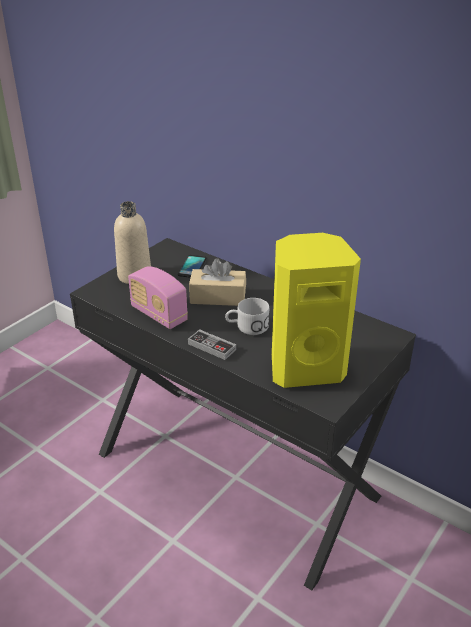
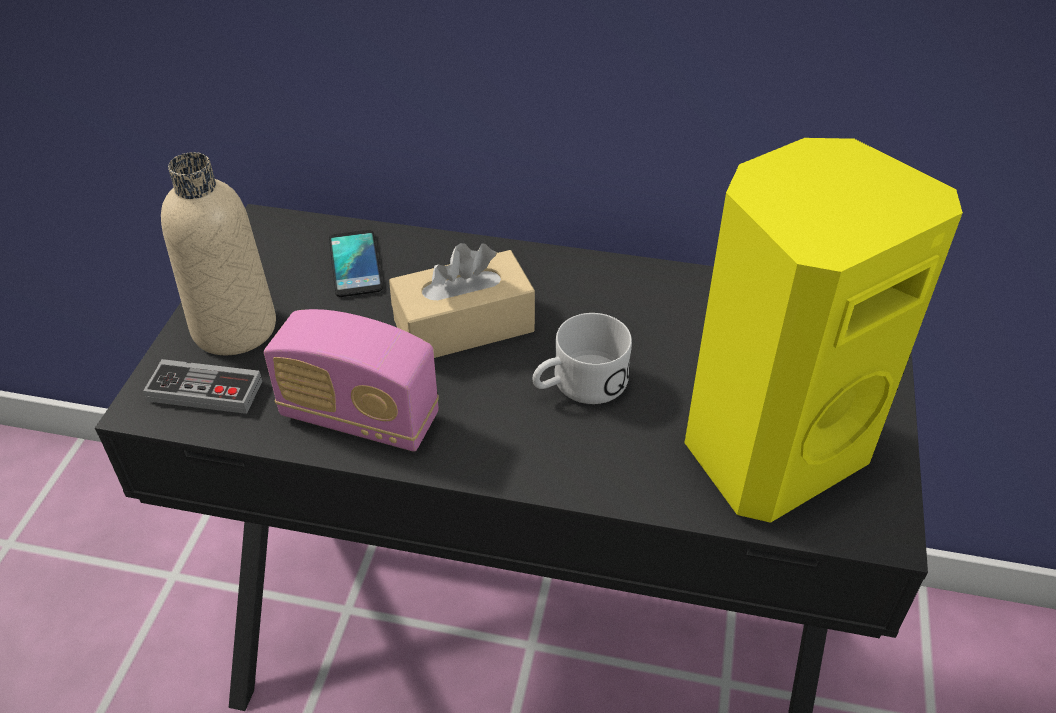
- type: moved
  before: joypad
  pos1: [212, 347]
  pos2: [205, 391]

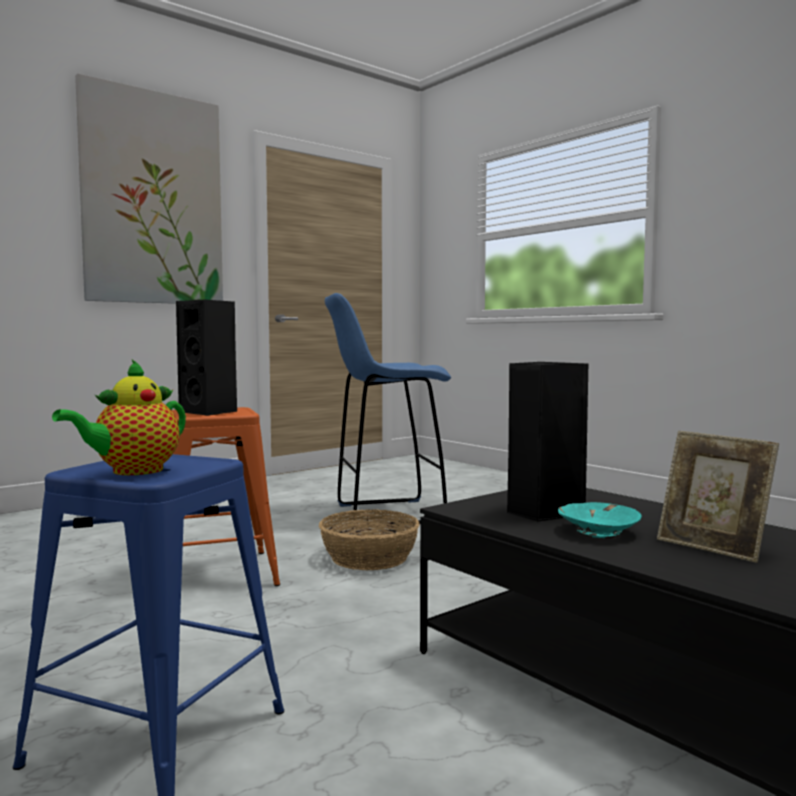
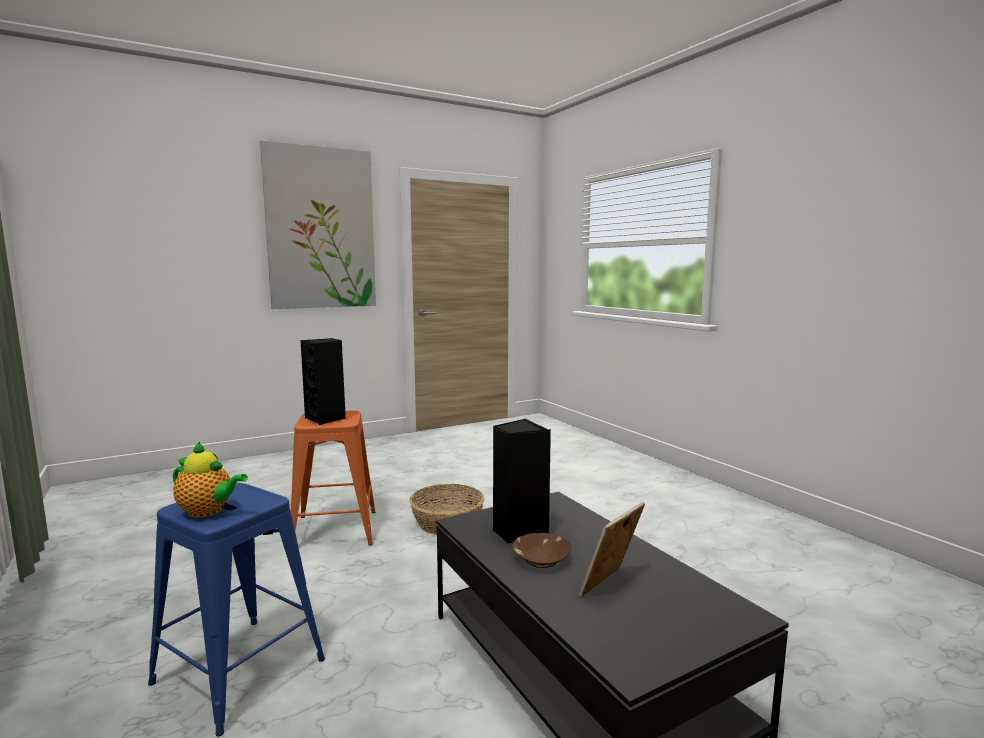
- type: removed
  before: stool/blue-coloured
  pos1: [385, 514]
- type: turned
  before: pot for tea
  pos1: [132, 471]
  pos2: [208, 511]
  turn: -120
- type: turned
  before: standing frame
  pos1: [713, 547]
  pos2: [610, 586]
  turn: 75
- type: recoloured
  before: serving bowl/blue-green
  after: serving bowl/brownish
  pos1: [597, 531]
  pos2: [541, 559]

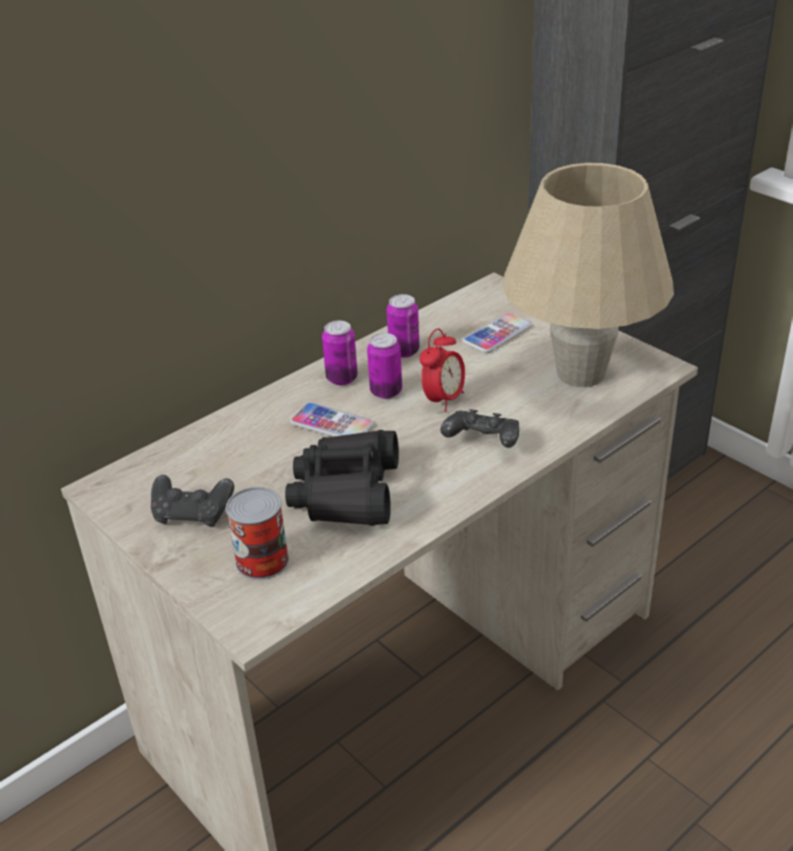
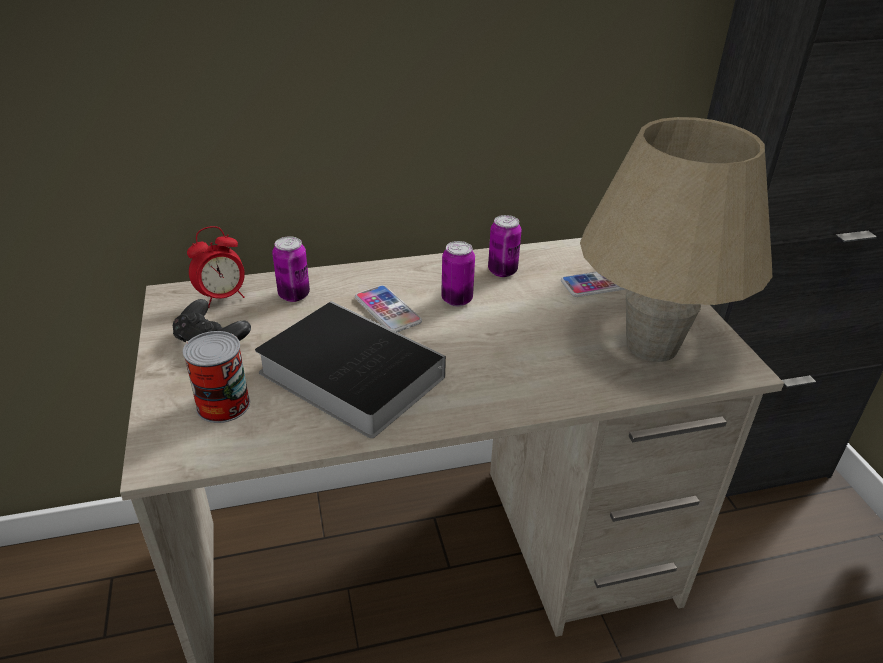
- type: moved
  before: sealed can
  pos1: [342, 378]
  pos2: [294, 295]
- type: moved
  before: table clock
  pos1: [443, 400]
  pos2: [222, 298]
- type: removed
  before: joypad/black
  pos1: [482, 443]
- type: replaced
  before: pair of binoculars/black
  after: volume
  pos1: [346, 492]
  pos2: [345, 373]

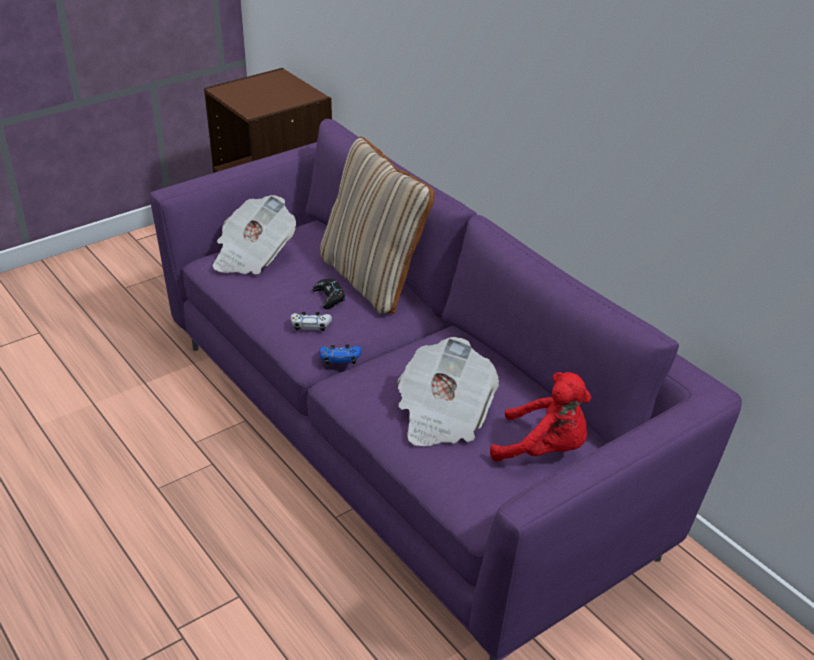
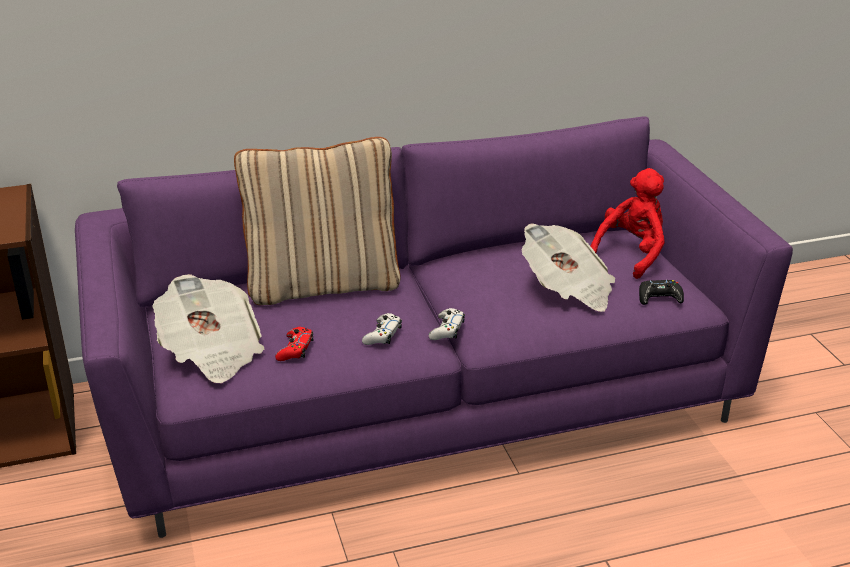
- type: moved
  before: joypad/black
  pos1: [329, 297]
  pos2: [659, 298]
- type: recoloured
  before: joypad/blue-coloured
  after: joypad/white
  pos1: [340, 358]
  pos2: [447, 330]
- type: added
  after: joypad/red
  pos2: [295, 349]

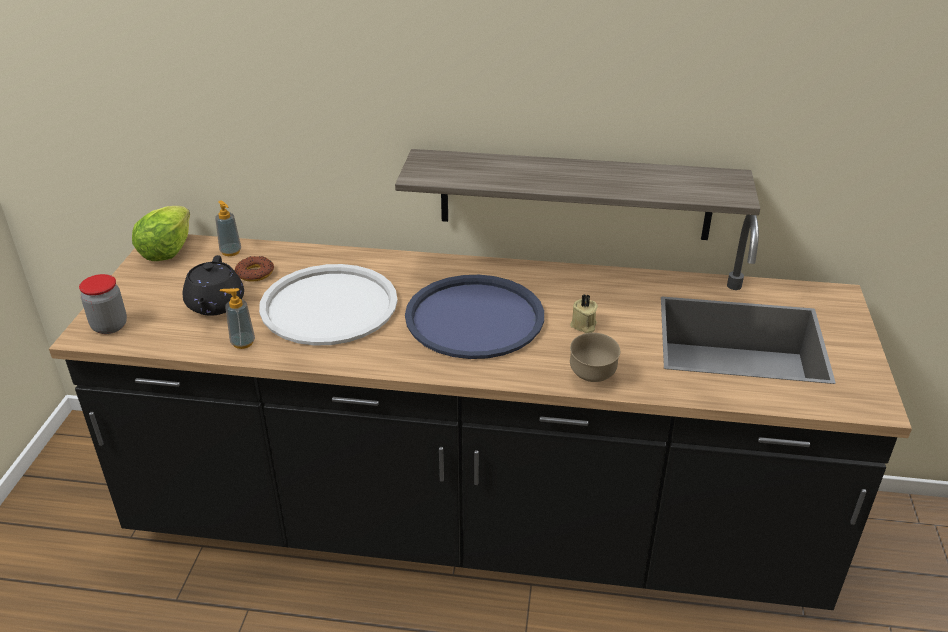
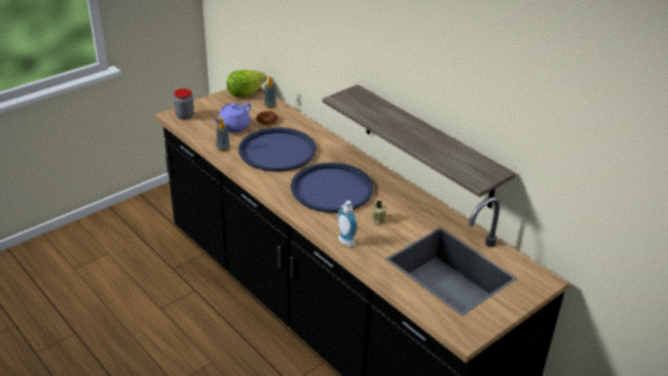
- type: recoloured
  before: pot for tea/black
  after: pot for tea/purplish
  pos1: [215, 305]
  pos2: [233, 127]
- type: recoloured
  before: serving tray/white
  after: serving tray/blue-coloured
  pos1: [329, 306]
  pos2: [277, 151]
- type: replaced
  before: serving bowl/brownish
  after: soap bottle
  pos1: [592, 377]
  pos2: [344, 243]

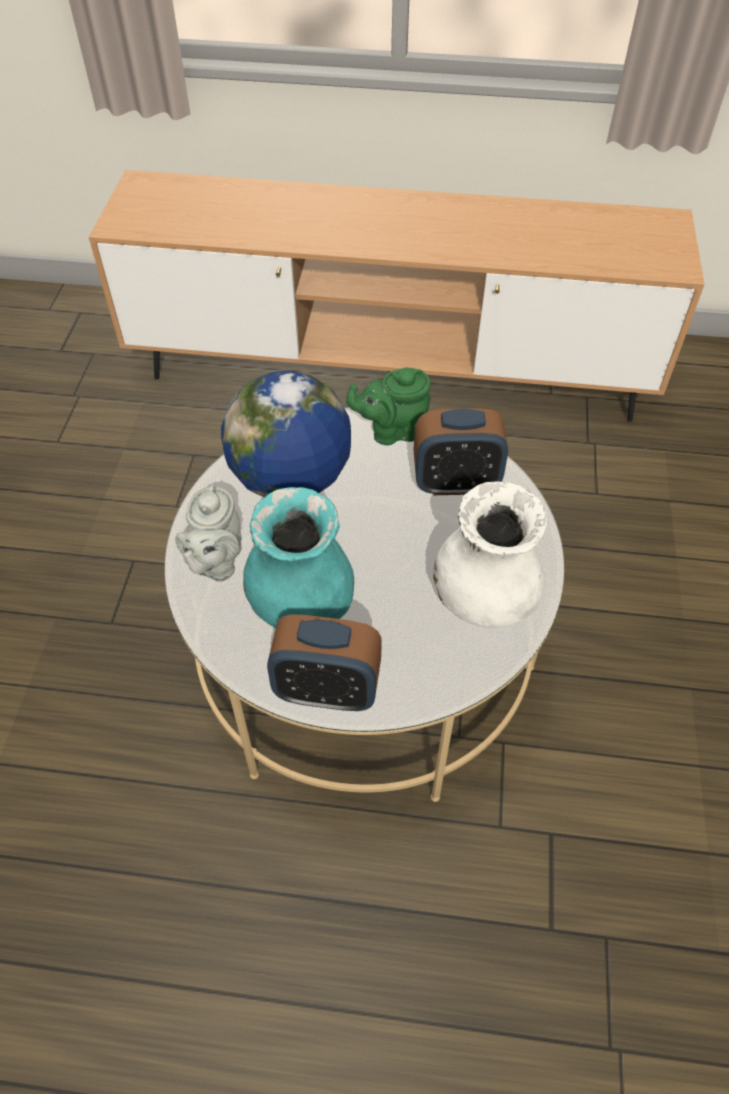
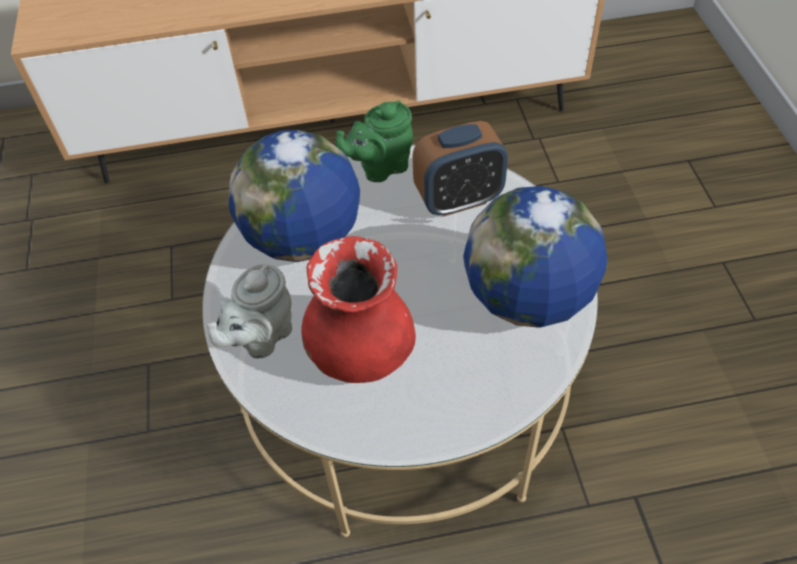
- type: replaced
  before: decorative vase/white
  after: desk globe
  pos1: [484, 599]
  pos2: [528, 298]
- type: turned
  before: pot for tea/grey
  pos1: [216, 562]
  pos2: [261, 337]
  turn: 45
- type: recoloured
  before: decorative vase/blue-green
  after: decorative vase/red
  pos1: [301, 604]
  pos2: [361, 353]
- type: removed
  before: table clock
  pos1: [327, 690]

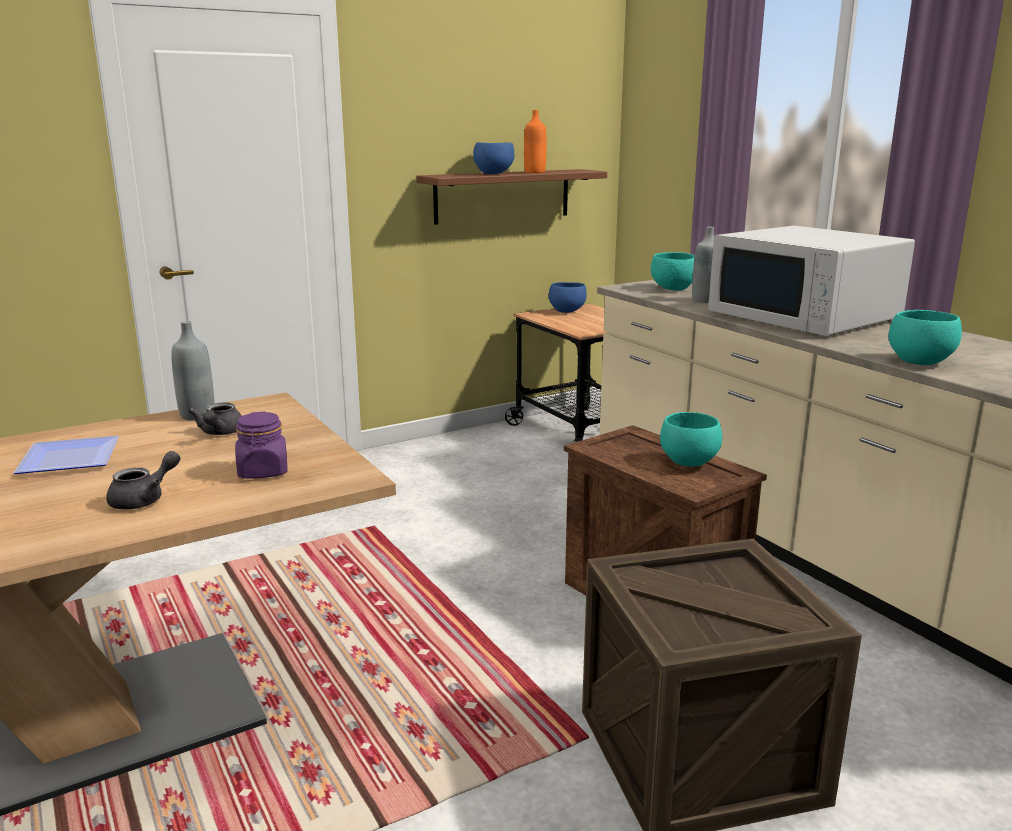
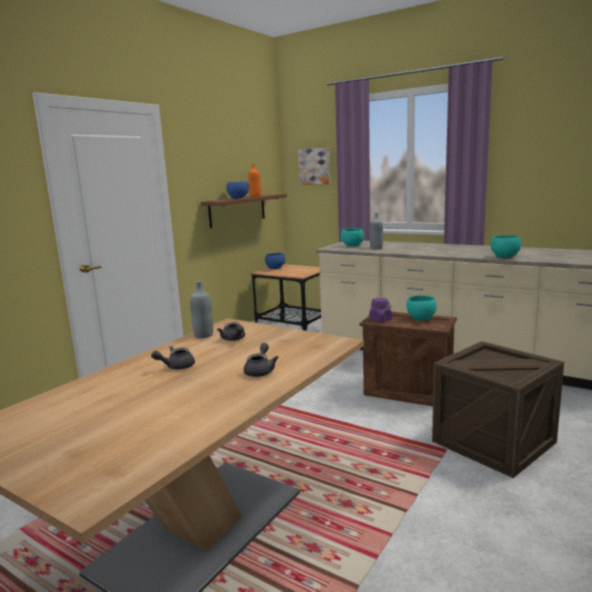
- type: removed
  before: microwave oven/white
  pos1: [804, 317]
- type: moved
  before: preserve jar/purplish
  pos1: [263, 471]
  pos2: [380, 320]
- type: replaced
  before: plate
  after: pot for tea/grey
  pos1: [66, 461]
  pos2: [176, 367]
- type: added
  after: picture
  pos2: [315, 166]

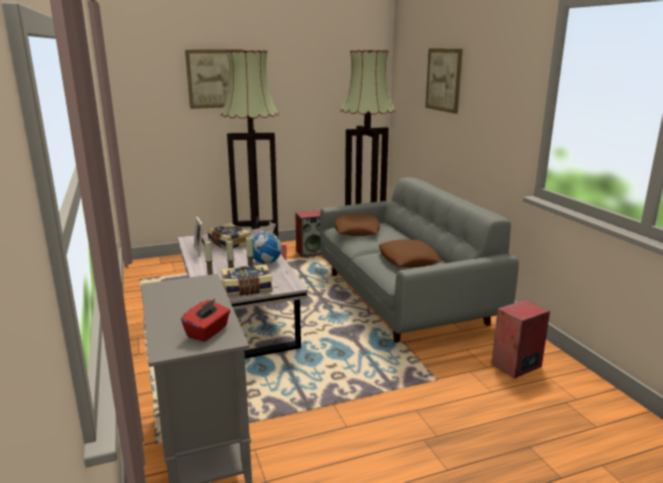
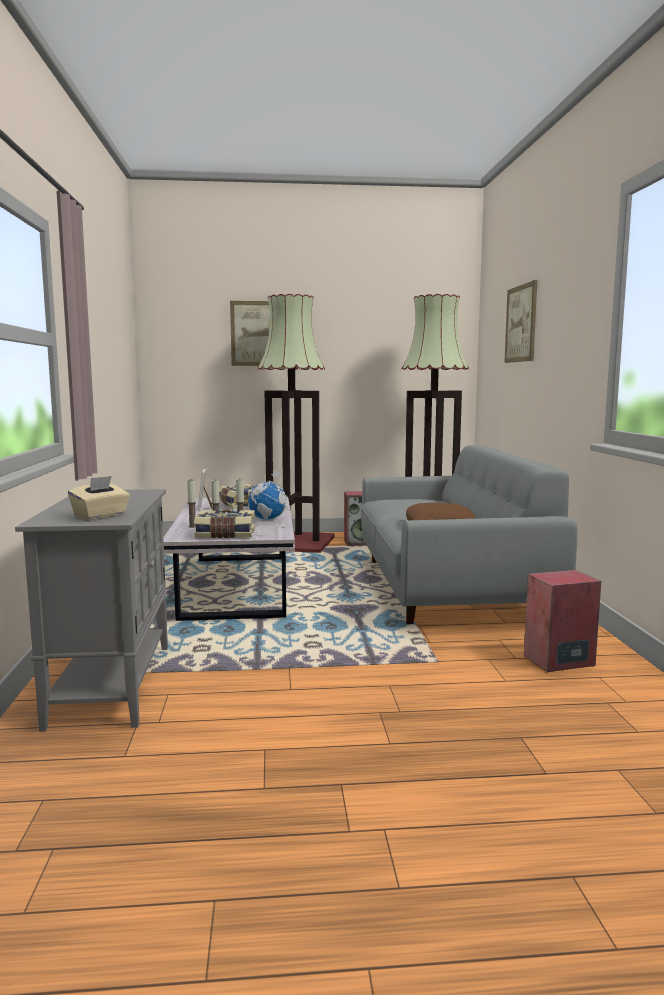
- type: removed
  before: pillow/brownish
  pos1: [357, 230]
- type: recoloured
  before: tissue box/red
  after: tissue box/beige
  pos1: [208, 332]
  pos2: [100, 515]

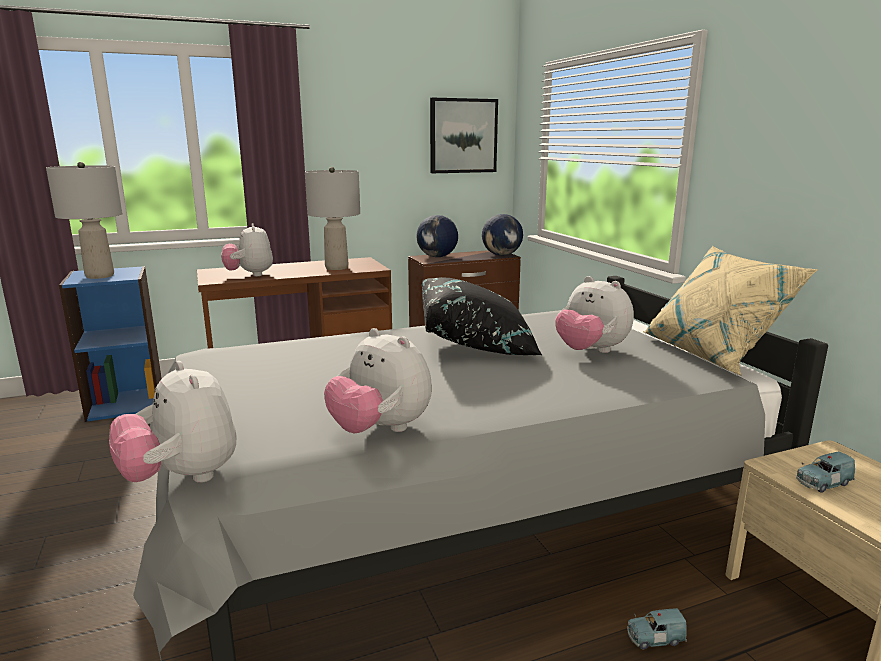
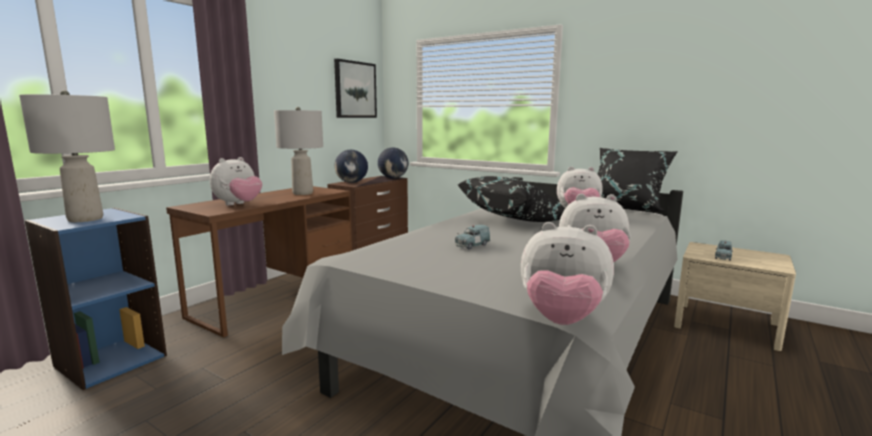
- type: turned
  before: cuddly toy
  pos1: [250, 275]
  pos2: [238, 204]
  turn: -90
- type: recoloured
  before: pillow/beige
  after: pillow/black
  pos1: [713, 354]
  pos2: [625, 207]
- type: moved
  before: miniature car/blue-coloured
  pos1: [654, 638]
  pos2: [472, 245]

